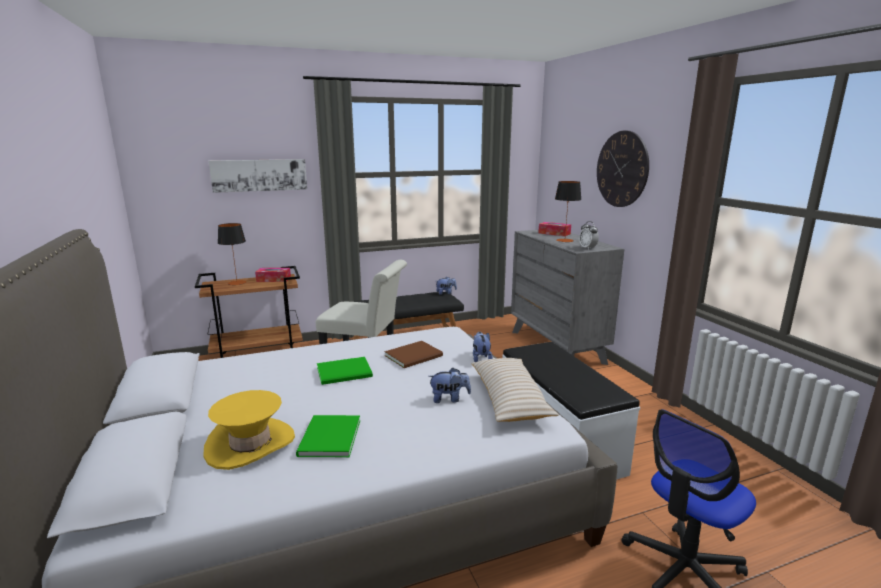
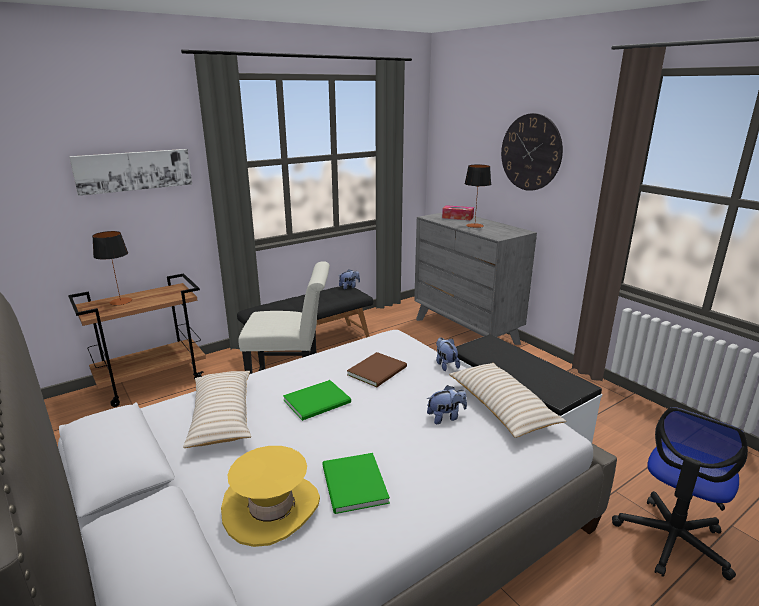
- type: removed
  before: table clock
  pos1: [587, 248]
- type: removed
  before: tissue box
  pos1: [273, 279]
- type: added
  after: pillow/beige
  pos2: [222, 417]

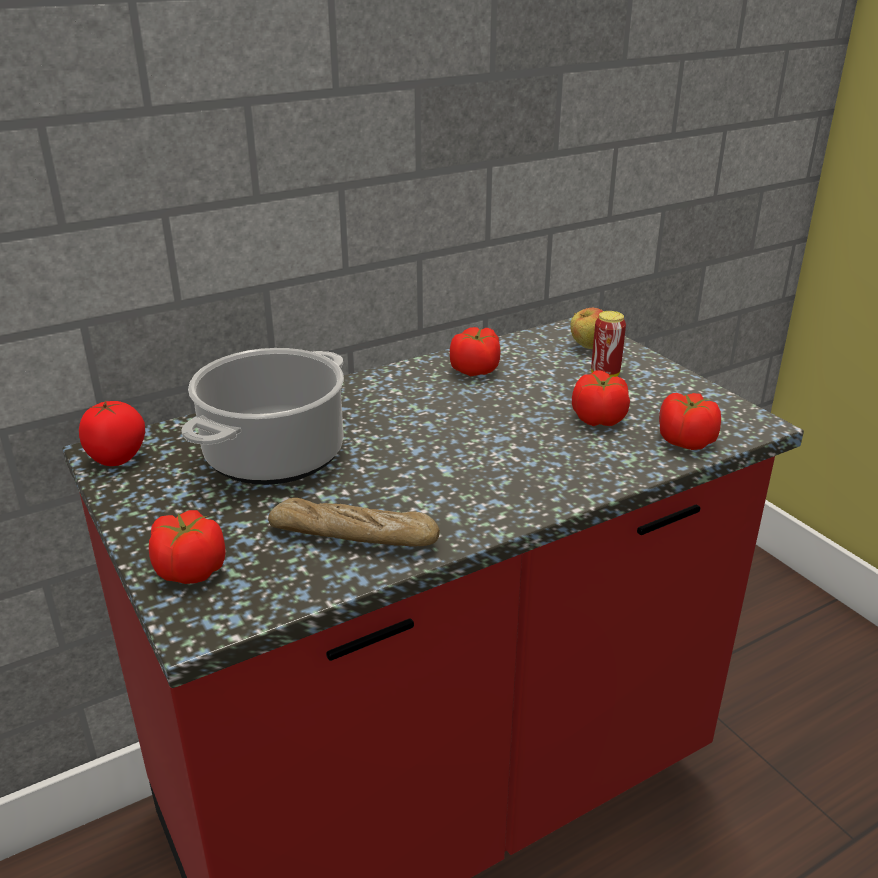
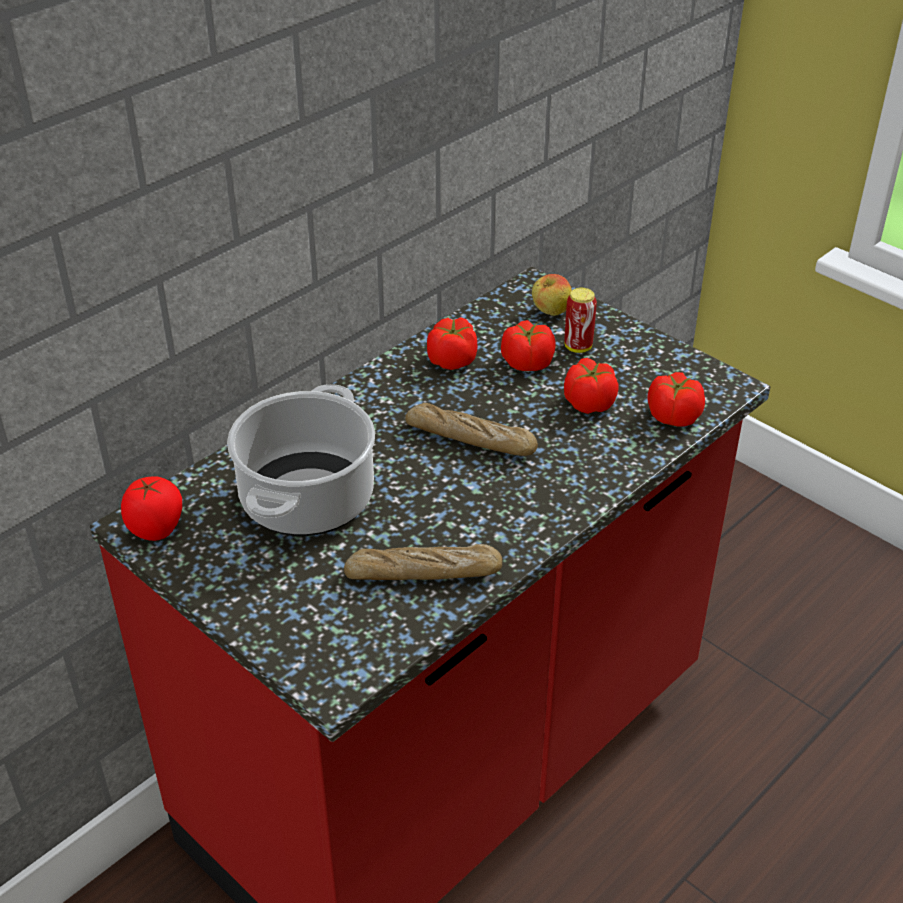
- type: moved
  before: whole tomato
  pos1: [190, 570]
  pos2: [527, 363]
- type: added
  after: baked bread
  pos2: [470, 440]

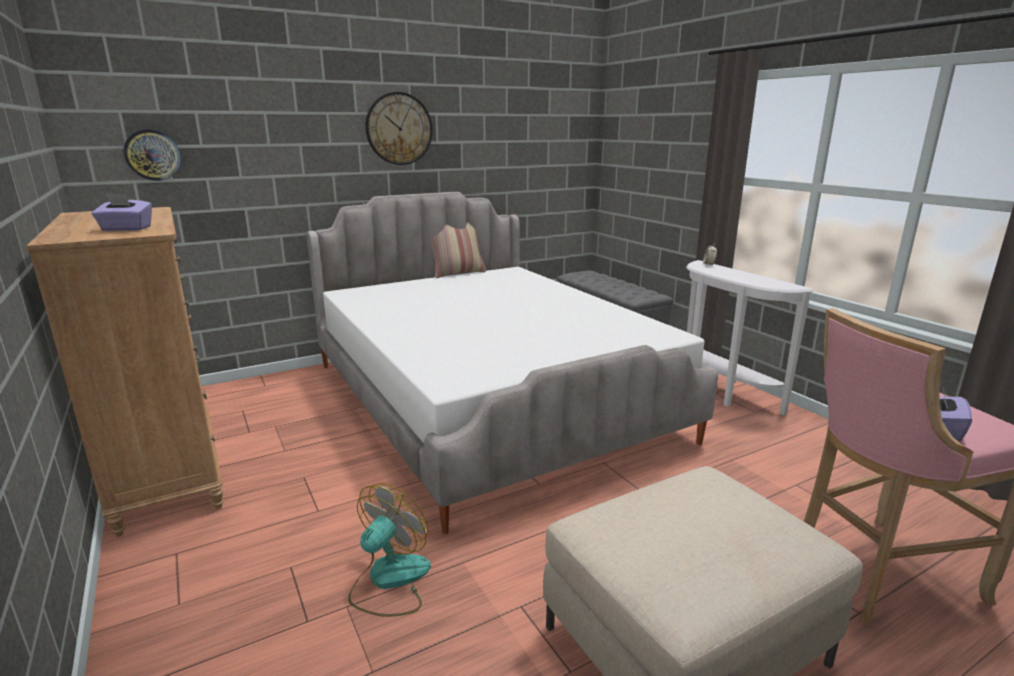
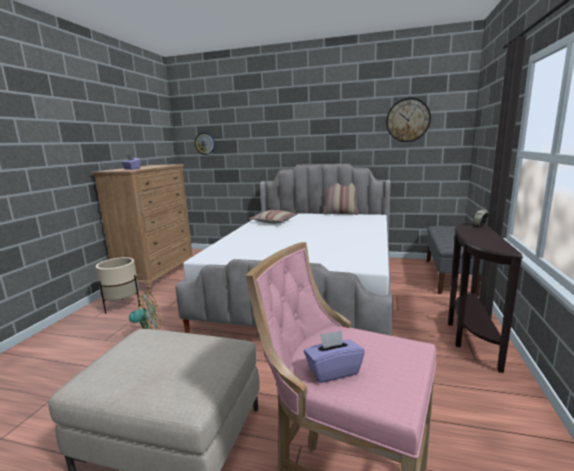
- type: moved
  before: wall clock
  pos1: [399, 129]
  pos2: [408, 120]
- type: recoloured
  before: hall table/white
  after: hall table/brownish
  pos1: [720, 393]
  pos2: [469, 336]
- type: added
  after: pillow
  pos2: [274, 221]
- type: added
  after: plant pot/beige
  pos2: [122, 306]

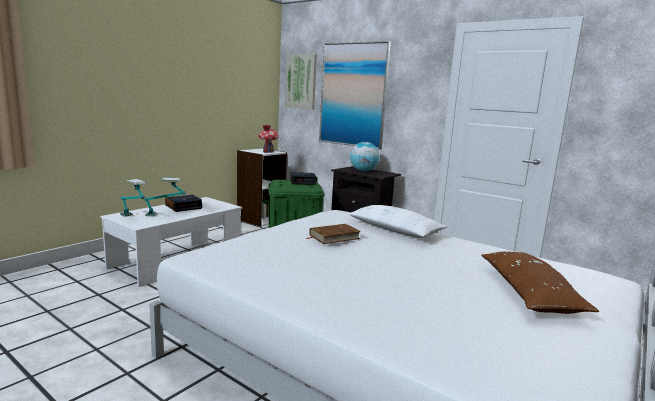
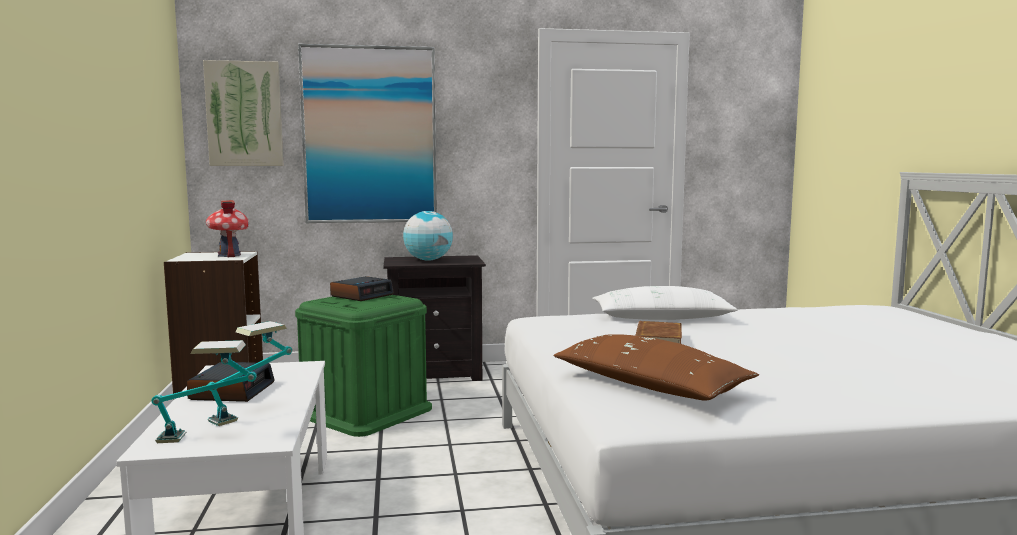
- type: moved
  before: pillow/brownish
  pos1: [528, 293]
  pos2: [649, 386]

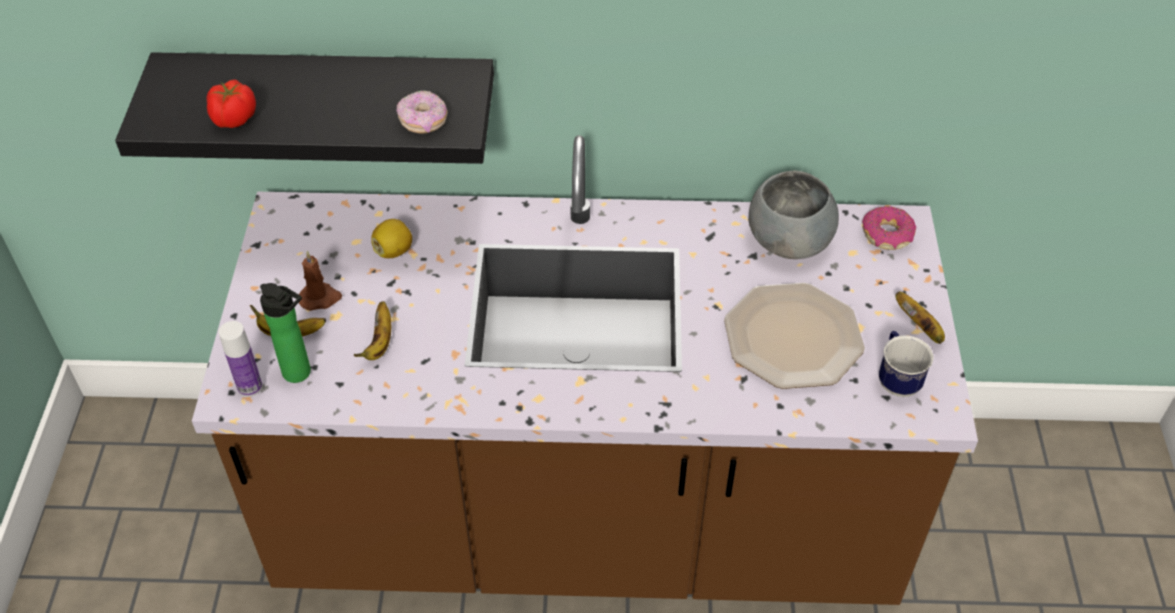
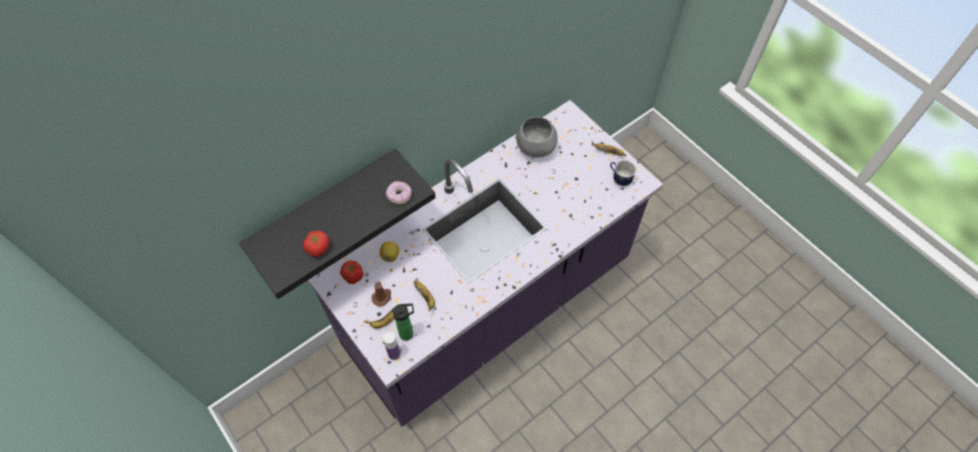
- type: recoloured
  before: kitchen base unit/brownish
  after: kitchen base unit/purplish
  pos1: [587, 519]
  pos2: [489, 305]
- type: removed
  before: ring doughnut
  pos1: [887, 235]
- type: removed
  before: plate
  pos1: [792, 336]
- type: added
  after: whole tomato
  pos2: [353, 276]

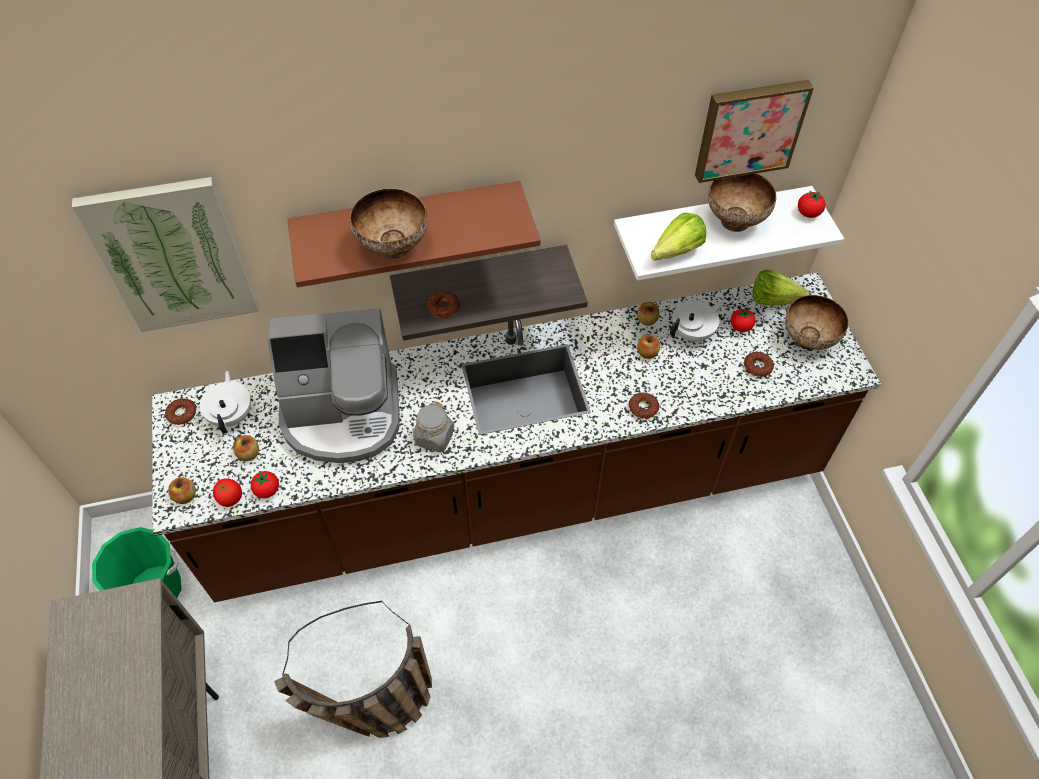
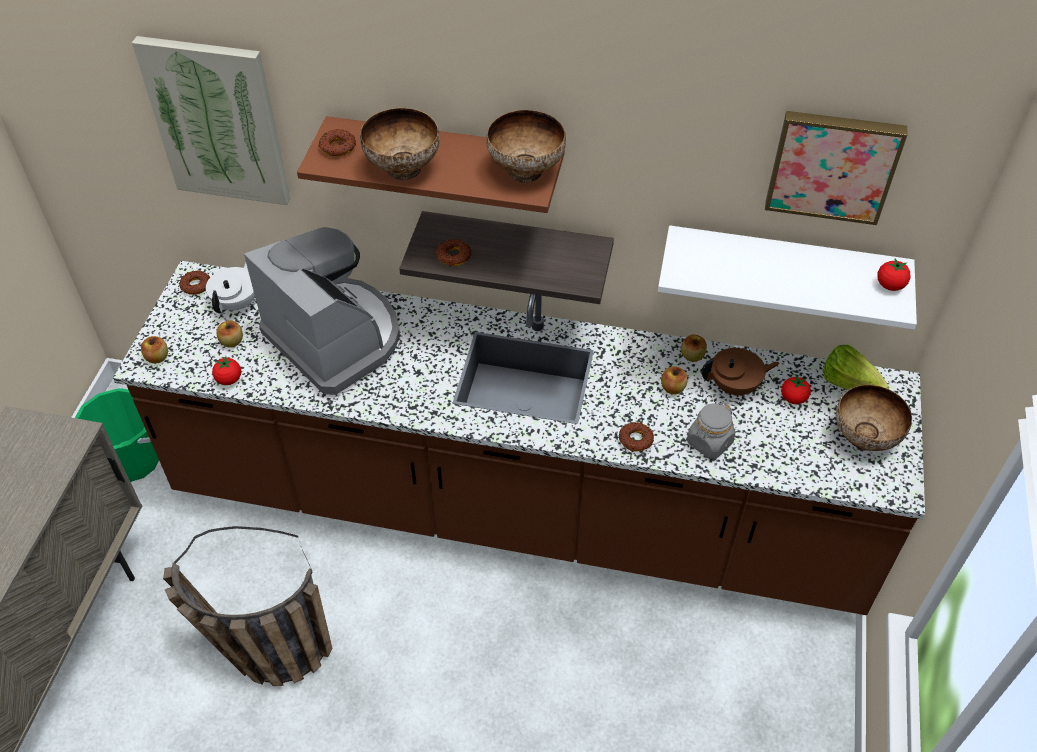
- type: moved
  before: serving bowl
  pos1: [736, 221]
  pos2: [526, 172]
- type: removed
  before: head of lettuce
  pos1: [672, 254]
- type: recoloured
  before: pot for tea/white
  after: pot for tea/brownish
  pos1: [693, 333]
  pos2: [735, 386]
- type: turned
  before: coffee machine
  pos1: [343, 414]
  pos2: [335, 338]
  turn: -150
- type: moved
  before: ring doughnut
  pos1: [757, 367]
  pos2: [337, 147]
- type: moved
  before: preserve jar/grey
  pos1: [434, 437]
  pos2: [709, 442]
- type: removed
  before: whole tomato
  pos1: [230, 498]

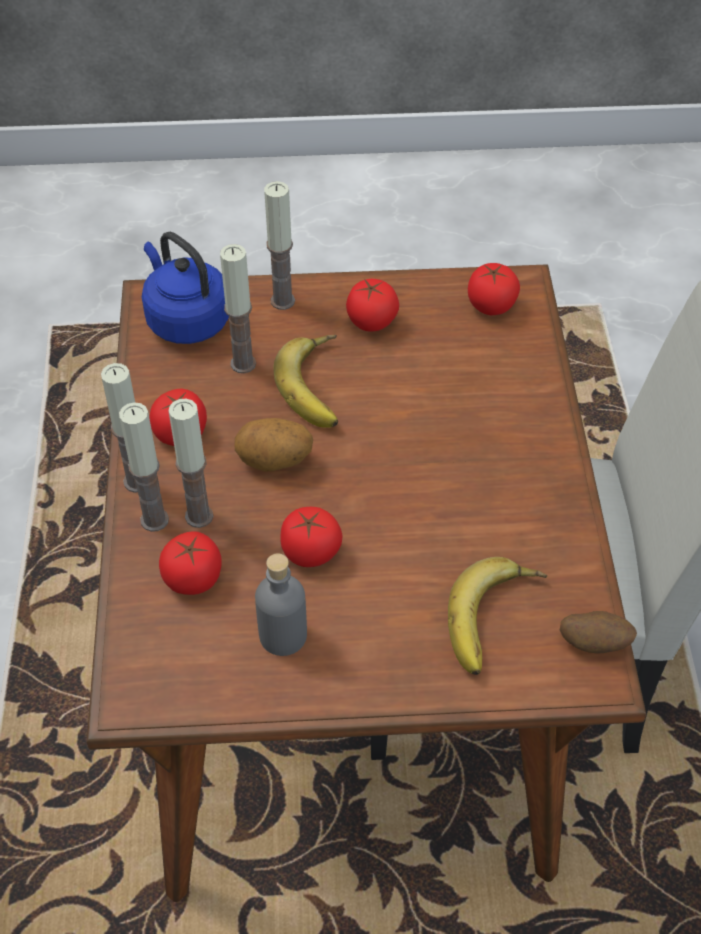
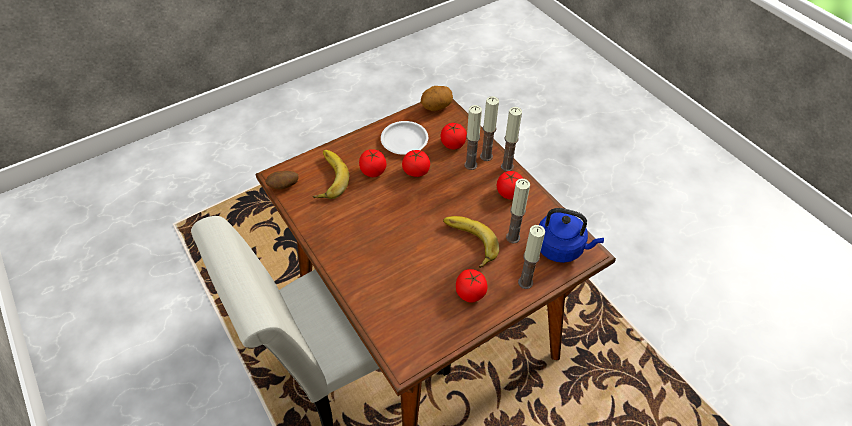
- type: moved
  before: whole tomato
  pos1: [491, 305]
  pos2: [373, 171]
- type: moved
  before: whole potato
  pos1: [274, 462]
  pos2: [436, 107]
- type: replaced
  before: bottle/grey
  after: plate/white
  pos1: [283, 635]
  pos2: [405, 140]

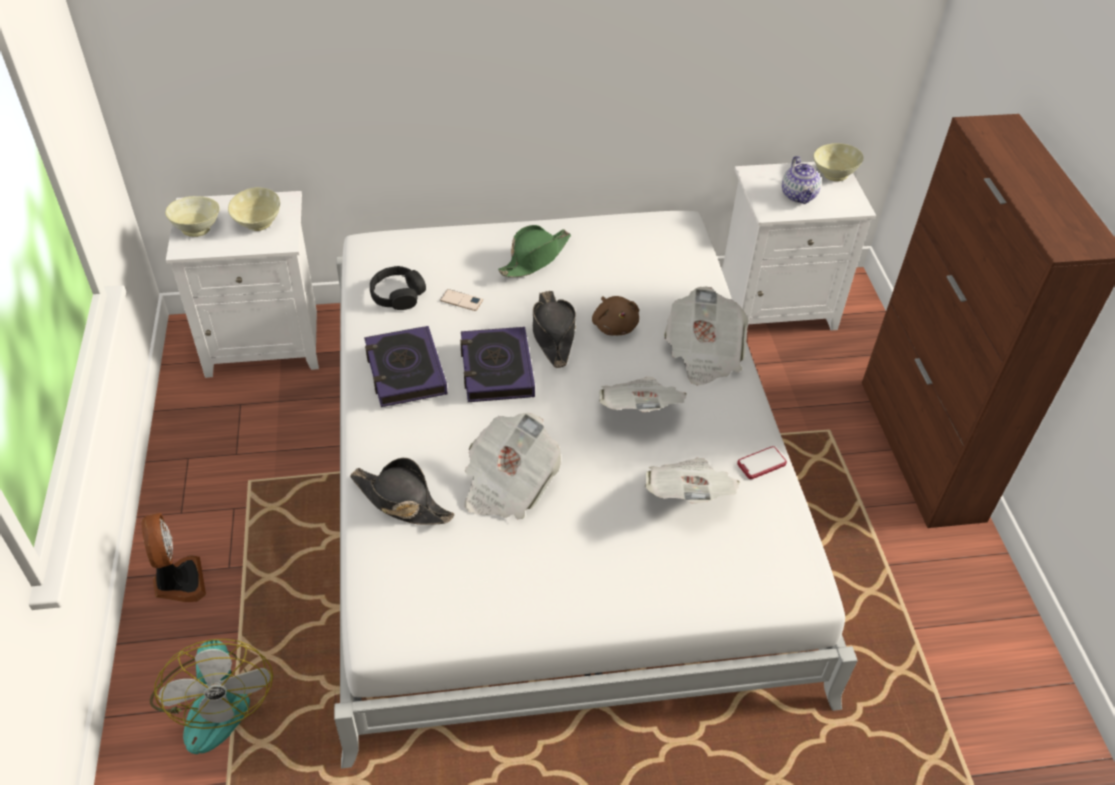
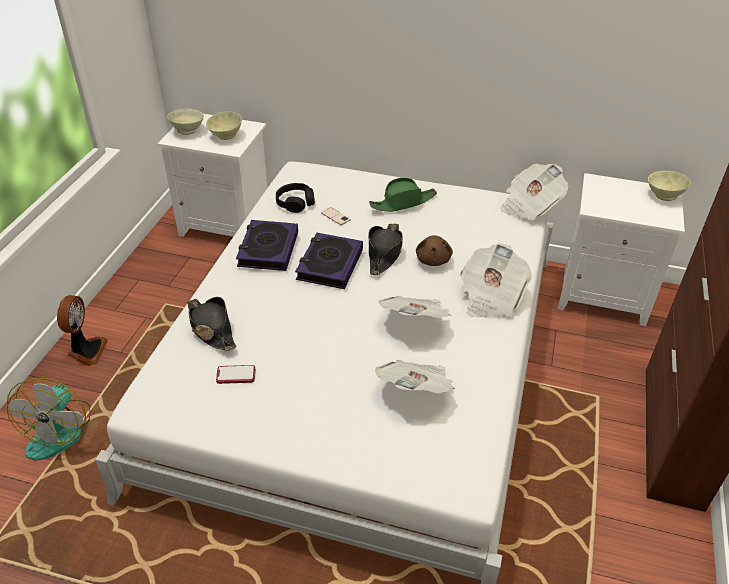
- type: removed
  before: pot for tea
  pos1: [799, 196]
- type: moved
  before: newspaper
  pos1: [507, 484]
  pos2: [529, 205]
- type: moved
  before: phone
  pos1: [761, 464]
  pos2: [236, 375]

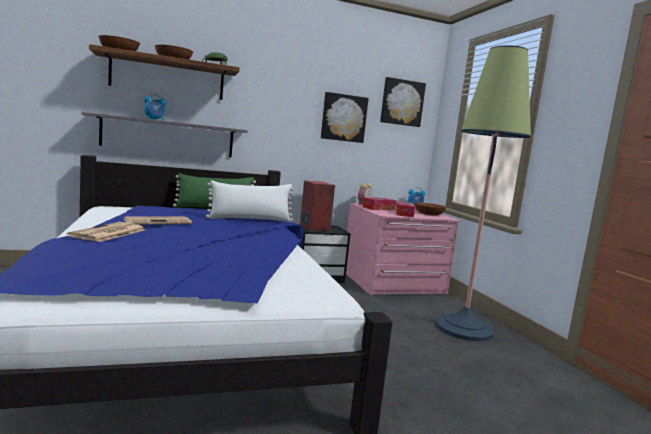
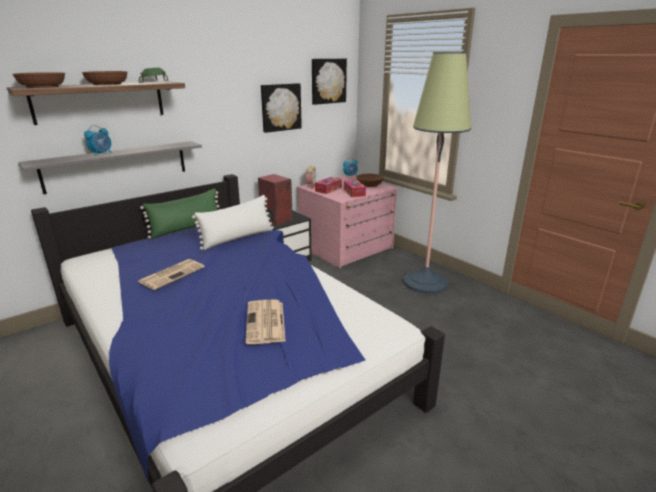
- type: moved
  before: newspaper
  pos1: [108, 233]
  pos2: [266, 322]

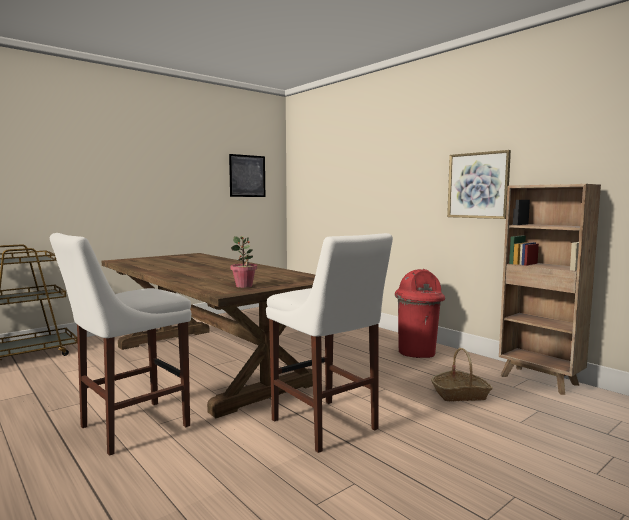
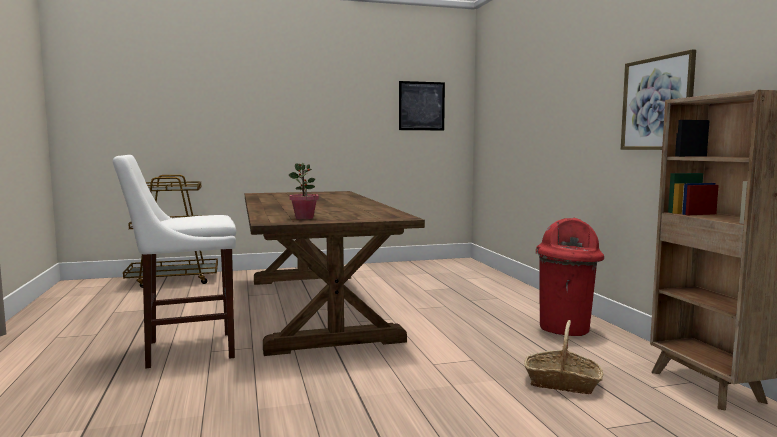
- type: removed
  before: stool/white
  pos1: [327, 426]

